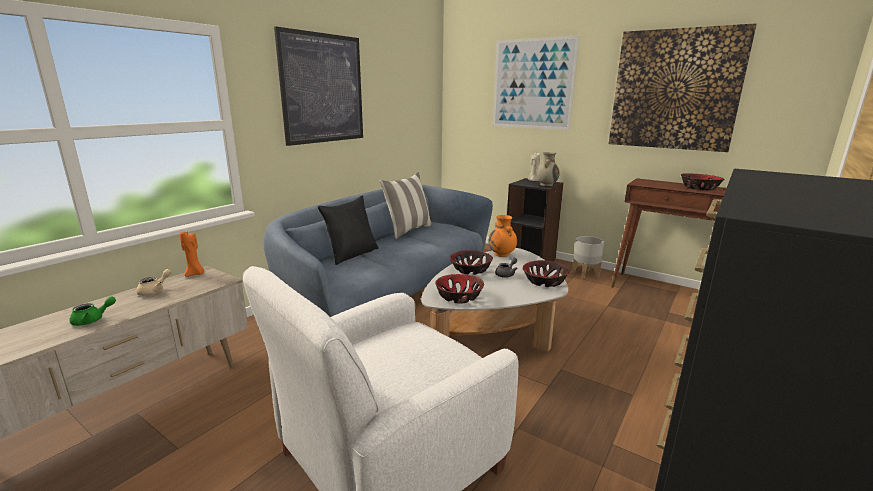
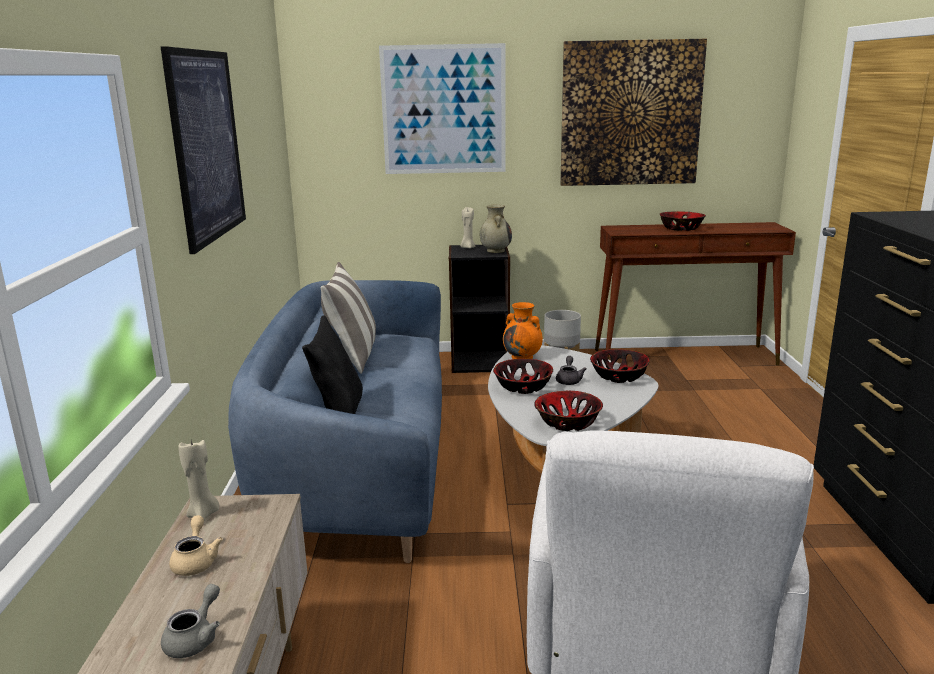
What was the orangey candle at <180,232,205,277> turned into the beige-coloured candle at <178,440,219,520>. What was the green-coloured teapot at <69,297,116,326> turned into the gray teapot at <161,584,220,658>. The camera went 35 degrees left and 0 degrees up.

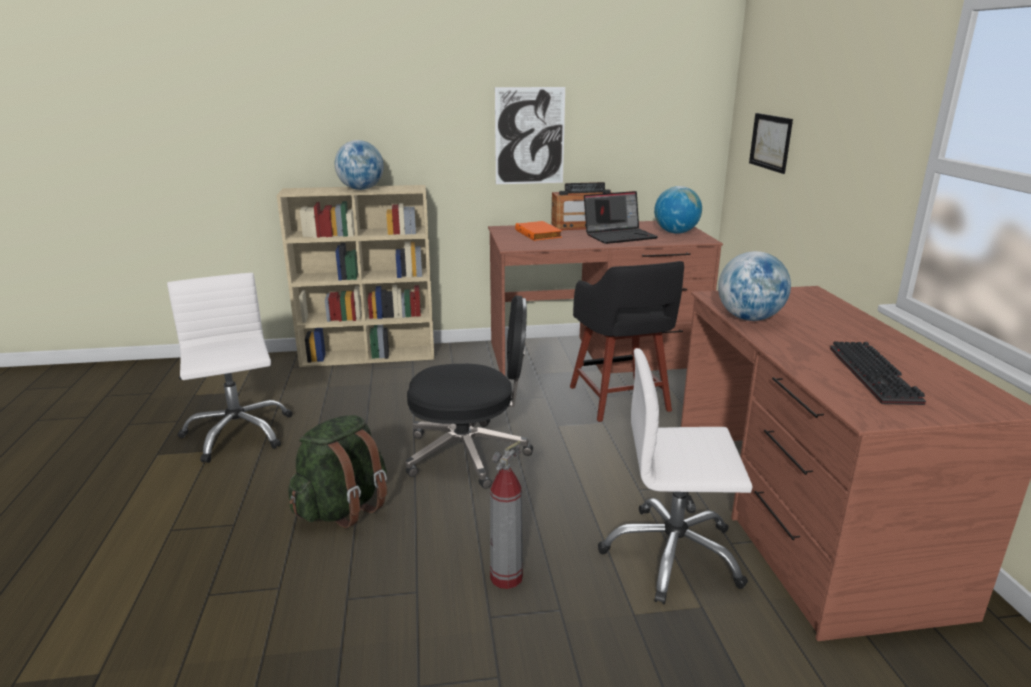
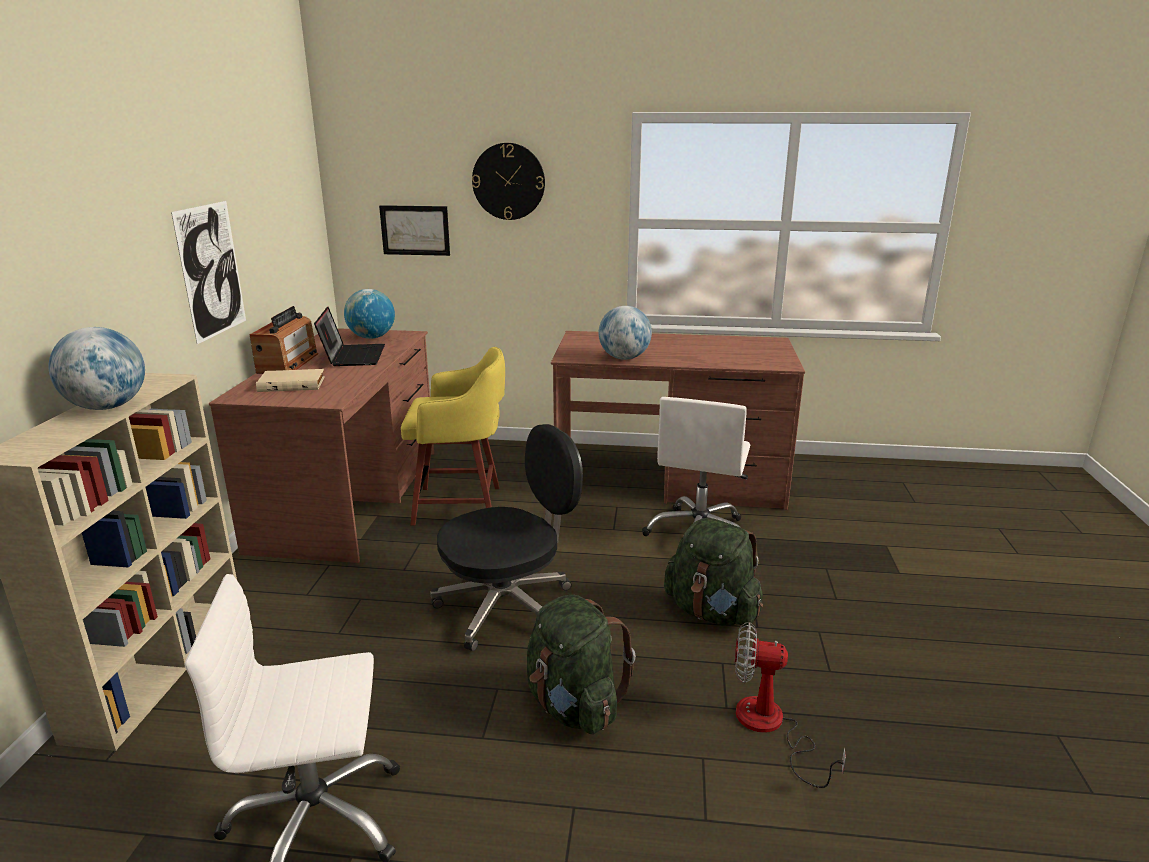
What was the orangey bound book at <515,221,562,241> turned into the beige-coloured bound book at <256,369,325,392>. What was the black-coloured sitting stool at <570,261,684,422> turned into the yellow-coloured sitting stool at <401,347,505,526>. The black-coloured computer chair at <406,296,533,489> ended up facing another way, 45 degrees clockwise from before. The second view lost the keyboard at <830,341,926,405>. Where the fire extinguisher stood at <490,441,523,589>, the green-coloured knapsack came to stand at <664,518,763,626>. The second view gained the wall clock at <472,143,545,220>. The second view gained the cooling fan at <735,622,846,788>. The camera went 75 degrees left and 0 degrees up.

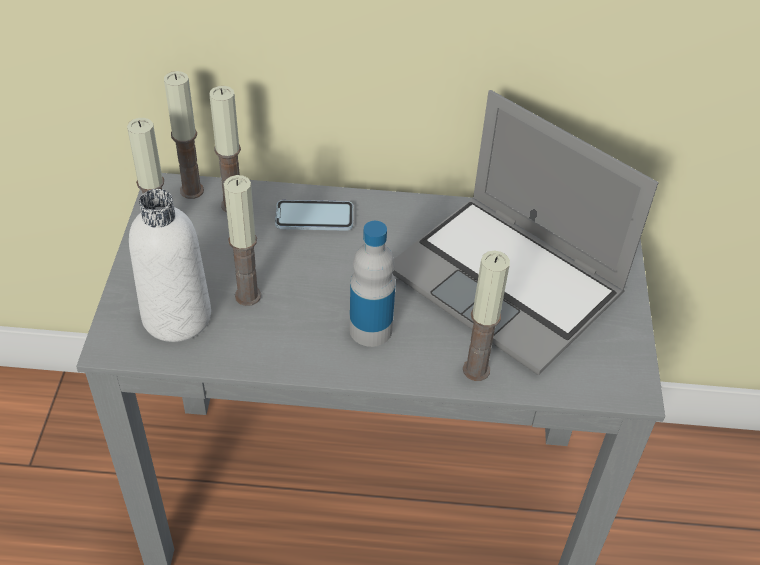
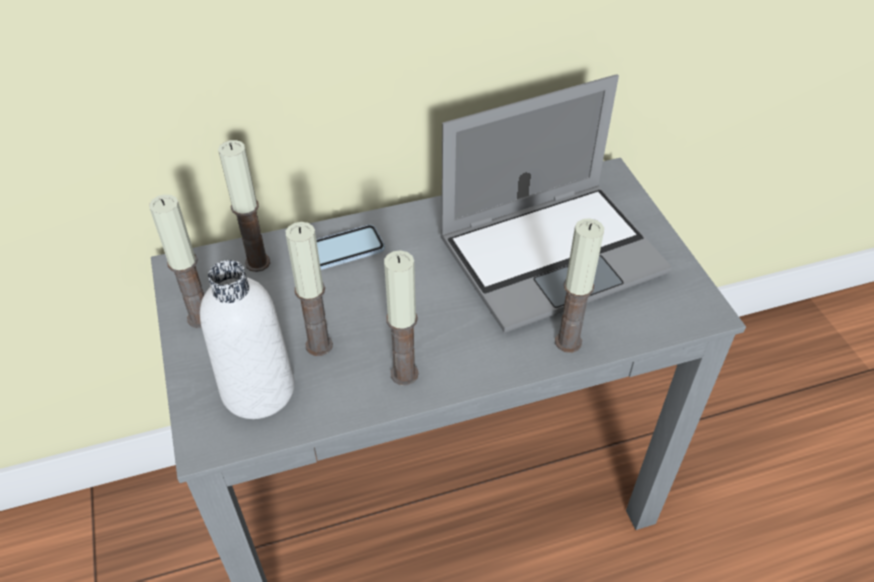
The candle ended up elsewhere, having gone from <164,71,204,199> to <384,250,419,385>. The notebook computer at <392,90,659,375> ended up facing another way, 45 degrees counterclockwise from before. The second view lost the bottle at <349,221,396,347>. The camera went 20 degrees left and 0 degrees up.

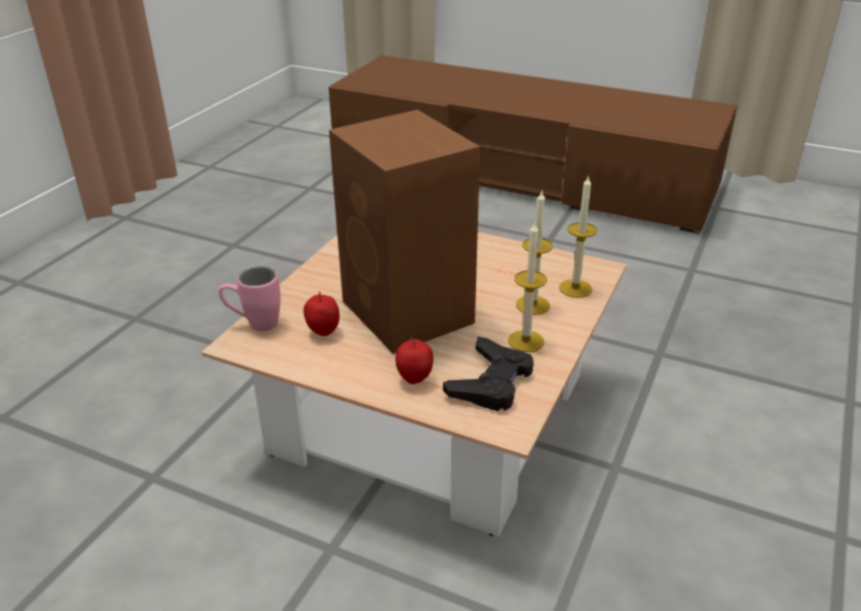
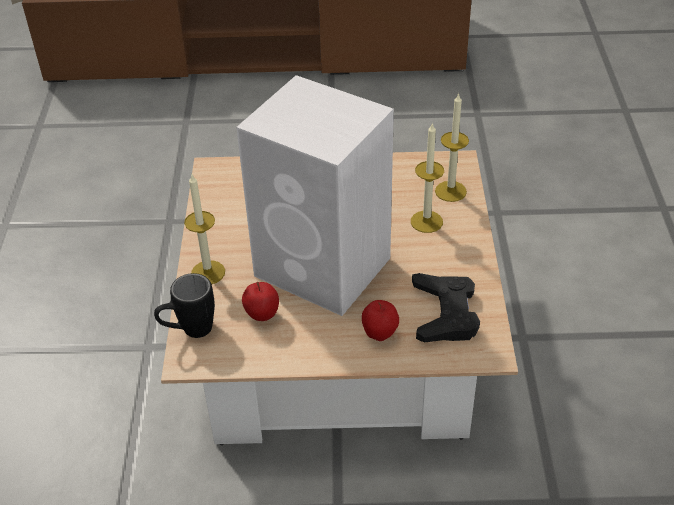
What was the brownish speaker at <329,110,480,354> turned into the whitish speaker at <236,75,394,316>. The candle ended up elsewhere, having gone from <508,222,547,352> to <184,175,225,284>. What was the pink coffee mug at <219,266,281,331> turned into the black-coloured coffee mug at <154,273,215,338>. The camera went 25 degrees left and 10 degrees up.

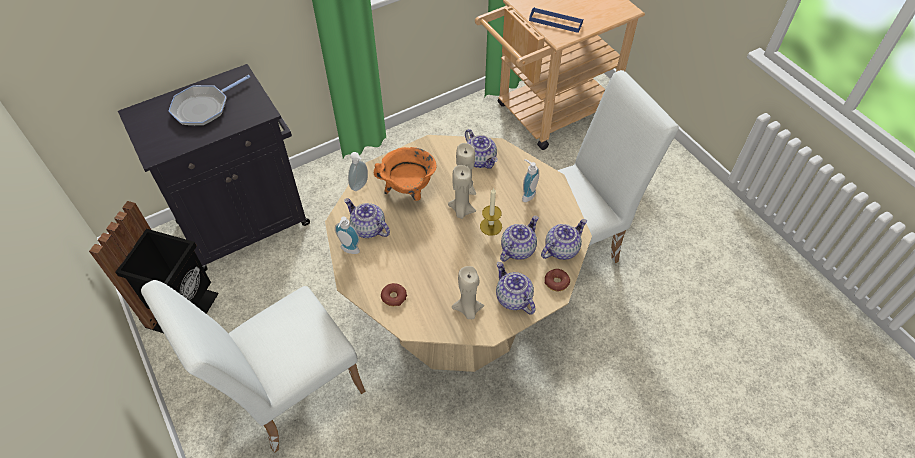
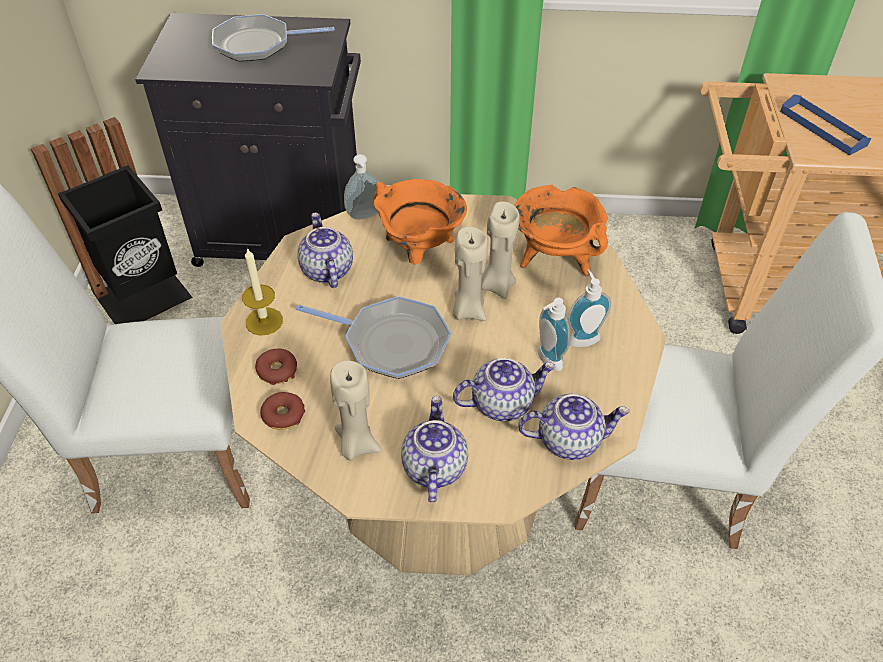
Where the teapot stood at <465,129,498,169>, the orangey saucepot came to stand at <514,185,608,277>. The candle ended up elsewhere, having gone from <480,187,502,236> to <242,247,283,336>. The soap bottle ended up elsewhere, having gone from <335,216,360,254> to <537,298,570,371>. The donut ended up elsewhere, having gone from <544,269,570,292> to <260,392,305,430>. The second view gained the skillet at <296,296,451,379>. The camera went 35 degrees right and 5 degrees down.

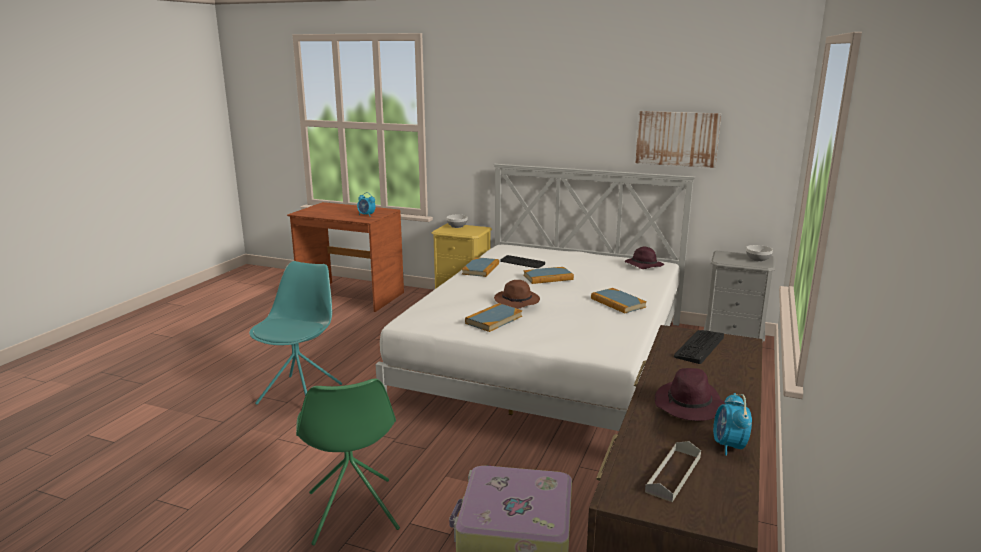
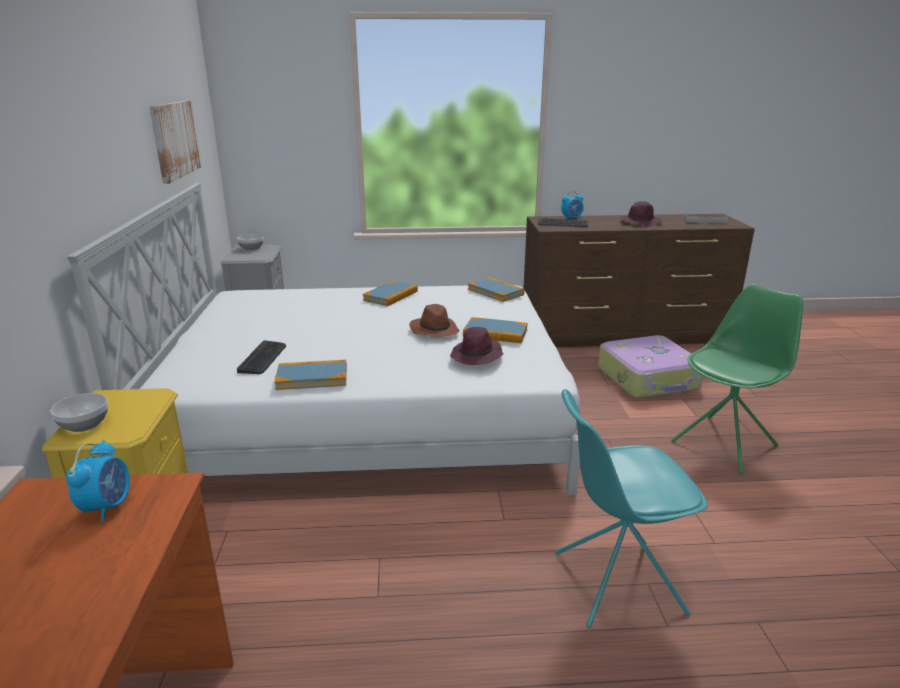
The purple-coloured hat ended up elsewhere, having gone from <625,247,664,269> to <450,327,504,365>. The bound book ended up elsewhere, having gone from <523,267,574,284> to <468,277,525,302>. The alarm clock ended up elsewhere, having gone from <713,393,752,456> to <561,191,584,219>. The camera went 115 degrees left and 5 degrees up.

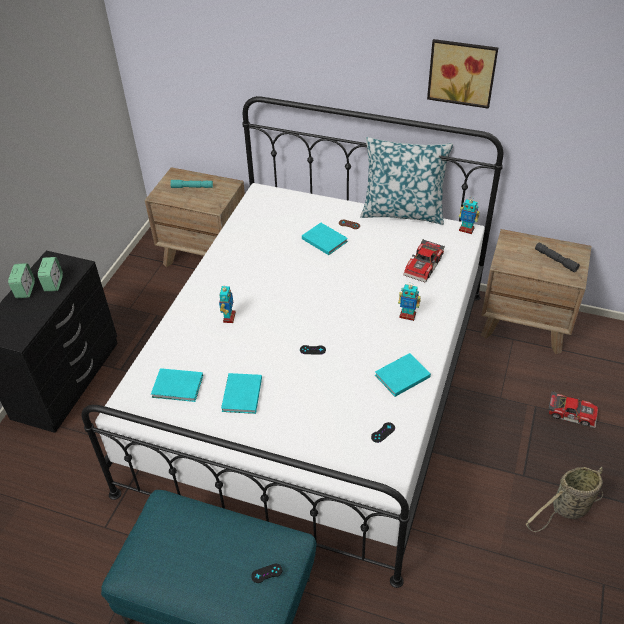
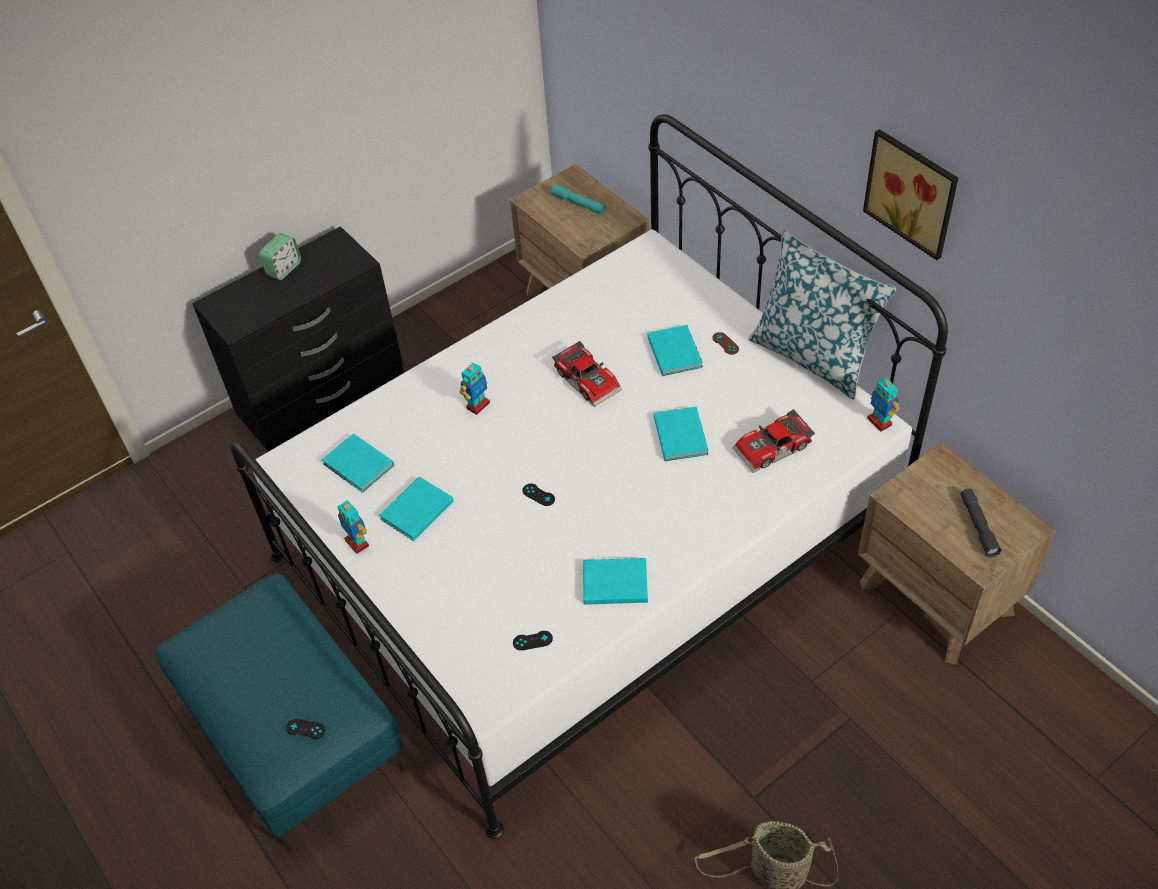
The second view lost the alarm clock at <38,257,63,292>. The model robot ended up elsewhere, having gone from <398,282,421,321> to <338,500,369,554>. The model car ended up elsewhere, having gone from <549,391,598,428> to <552,341,622,407>. The second view gained the turquoise bound book at <654,407,708,461>. The camera went 35 degrees right and 5 degrees up.

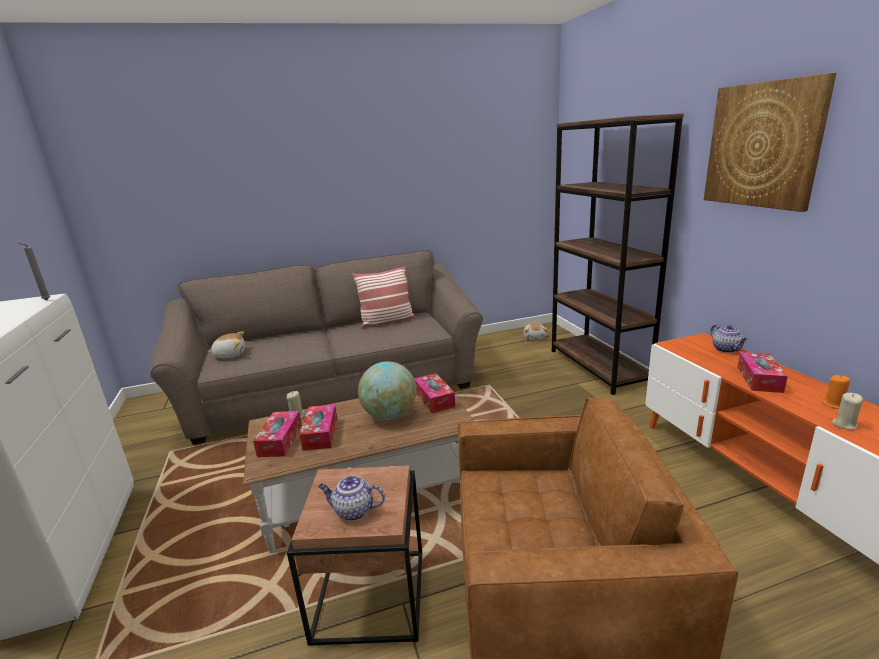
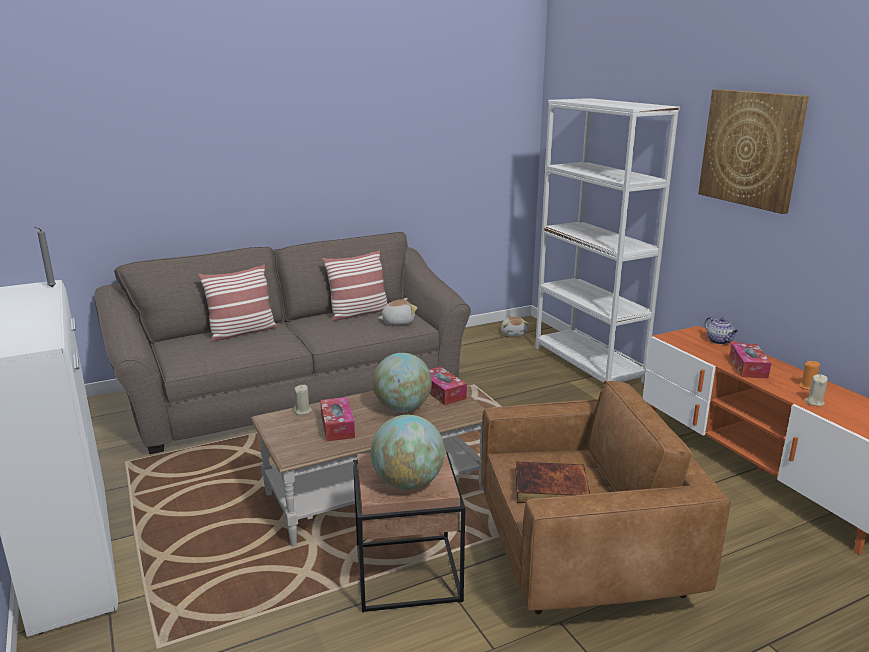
What was the brownish shelving unit at <552,113,684,395> turned into the whitish shelving unit at <535,98,680,383>. The plush toy ended up elsewhere, having gone from <208,331,245,358> to <378,298,417,325>. The second view lost the tissue box at <253,411,302,457>. Where the teapot stood at <318,476,385,521>, the desk globe came to stand at <371,415,445,490>. The second view gained the cushion at <198,265,278,342>. The second view gained the bound book at <516,462,590,503>. The camera went 10 degrees left and 0 degrees up.

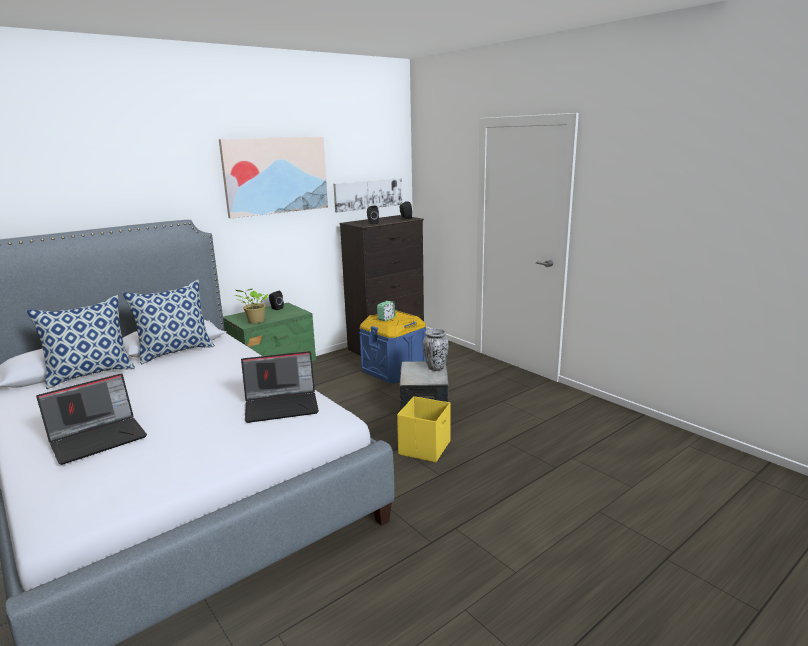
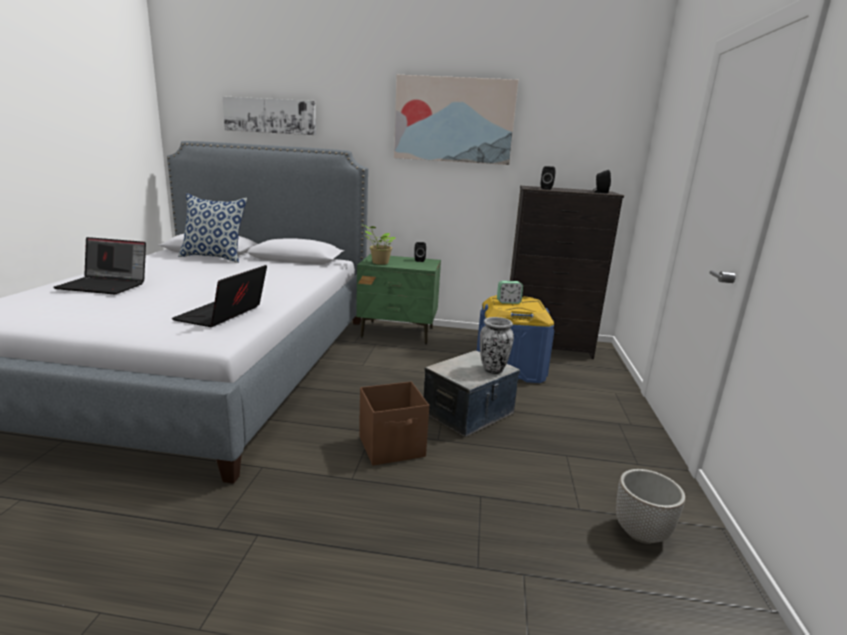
The wall picture ended up elsewhere, having gone from <333,178,402,212> to <222,96,316,135>. The second view lost the cushion at <122,280,215,365>. The notebook computer at <241,351,319,423> ended up facing another way, 75 degrees clockwise from before. What was the yellow-coloured storage box at <397,396,451,462> turned into the brownish storage box at <359,381,429,466>. The second view gained the planter at <616,469,685,544>. The camera went 45 degrees right and 0 degrees up.

